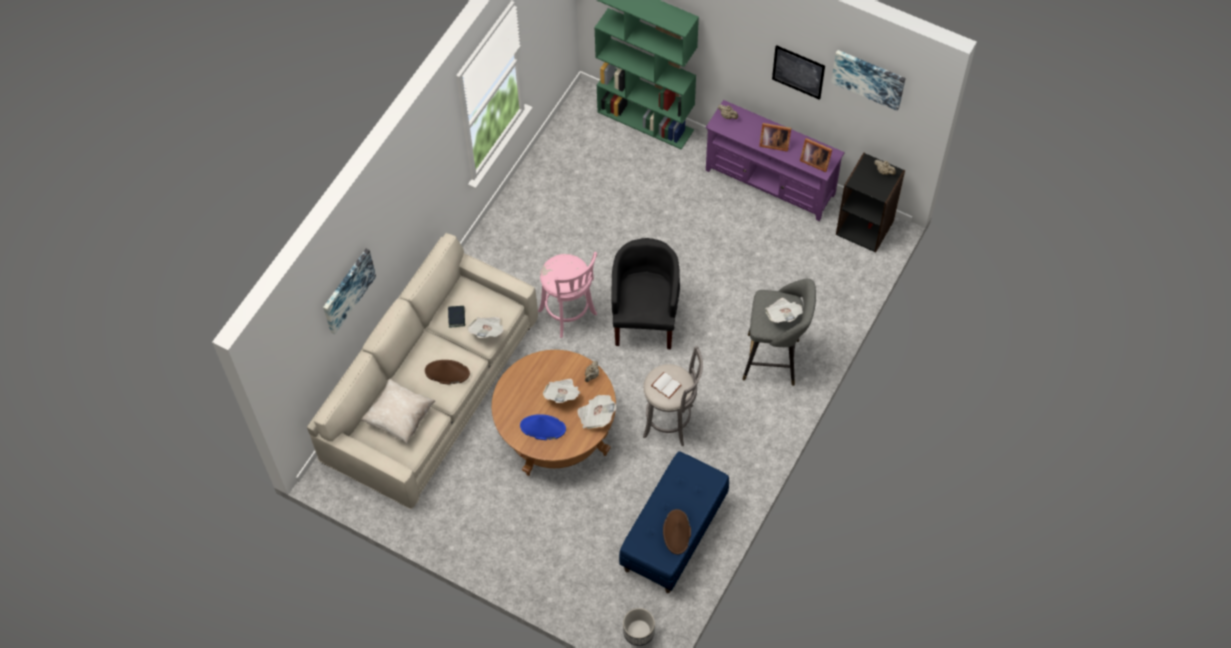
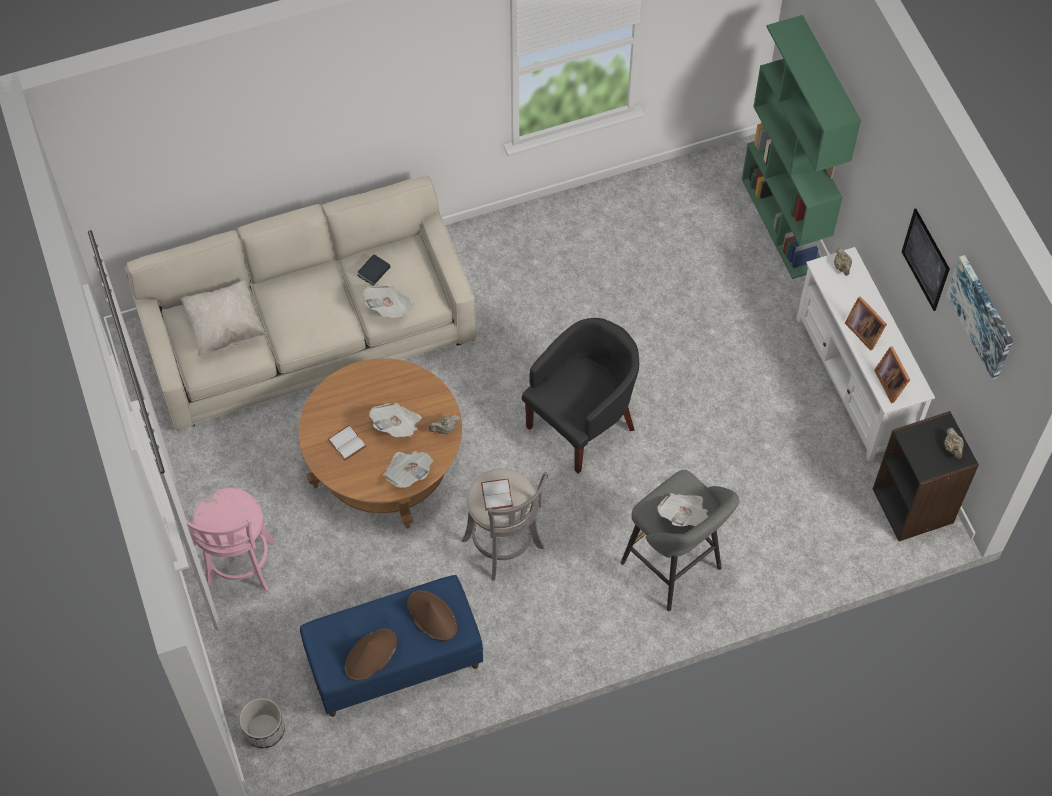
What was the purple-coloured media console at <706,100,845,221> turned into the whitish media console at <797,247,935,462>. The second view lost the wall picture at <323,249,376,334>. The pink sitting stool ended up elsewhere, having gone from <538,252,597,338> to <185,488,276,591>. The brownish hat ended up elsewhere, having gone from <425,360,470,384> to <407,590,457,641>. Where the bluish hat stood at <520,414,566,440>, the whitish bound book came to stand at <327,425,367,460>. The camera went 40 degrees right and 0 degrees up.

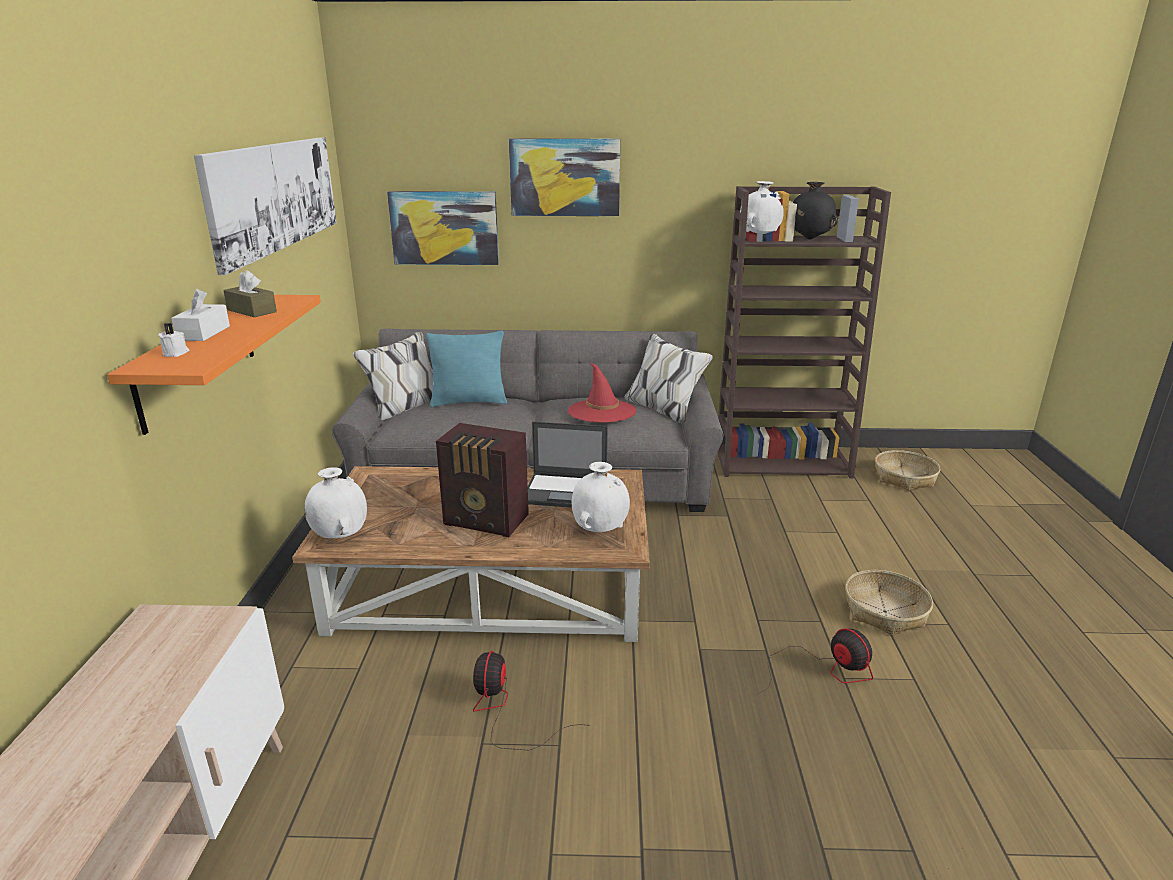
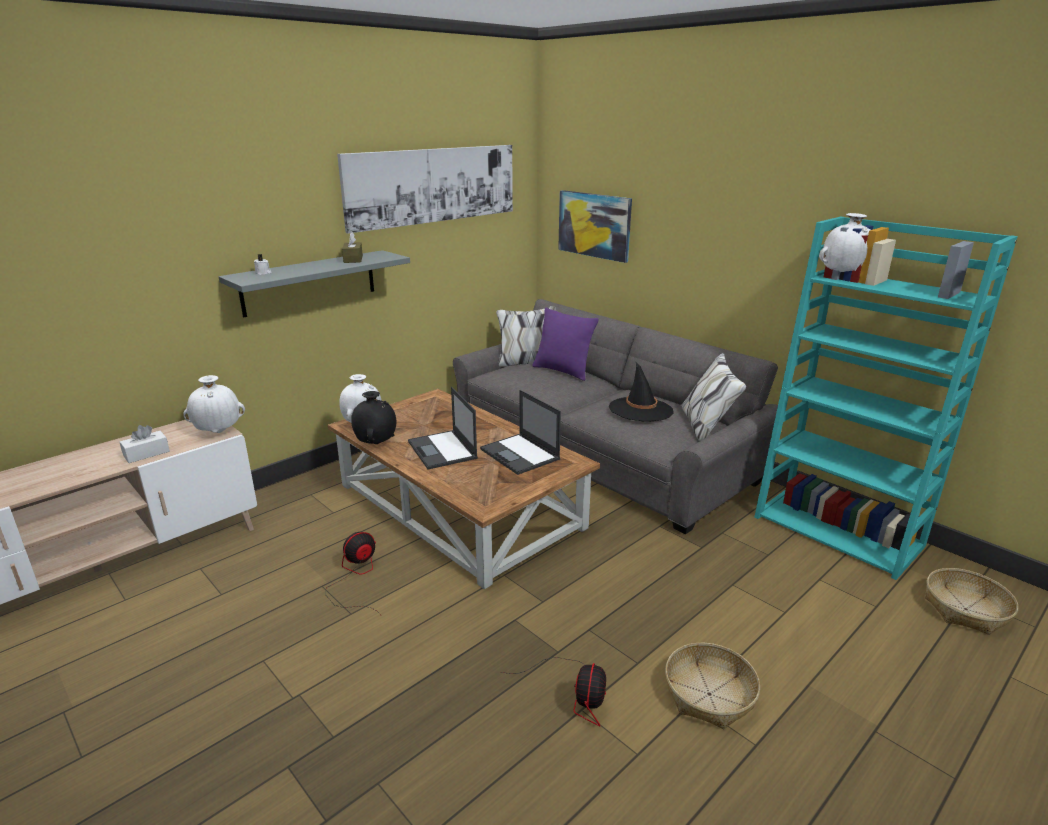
The second view lost the wall picture at <509,138,620,216>. The black-coloured flower vase ended up elsewhere, having gone from <793,182,838,239> to <351,391,396,444>. What was the brownish shelving unit at <717,186,891,479> turned into the turquoise shelving unit at <754,217,1018,580>. The whitish tissue box ended up elsewhere, having gone from <171,289,230,341> to <120,425,170,463>. What was the orangey bracket shelf at <107,295,321,435> turned into the gray bracket shelf at <219,250,410,317>. What was the turquoise cushion at <426,331,507,407> turned into the purple-coloured cushion at <533,307,599,381>. What was the reddish hat at <568,362,637,423> turned into the black-coloured hat at <609,362,674,422>. Where the radio receiver stood at <436,423,529,537>, the notebook computer came to stand at <408,387,478,469>. The whitish flower vase ended up elsewhere, having gone from <572,462,630,532> to <183,375,245,433>. The camera went 45 degrees right and 0 degrees up.

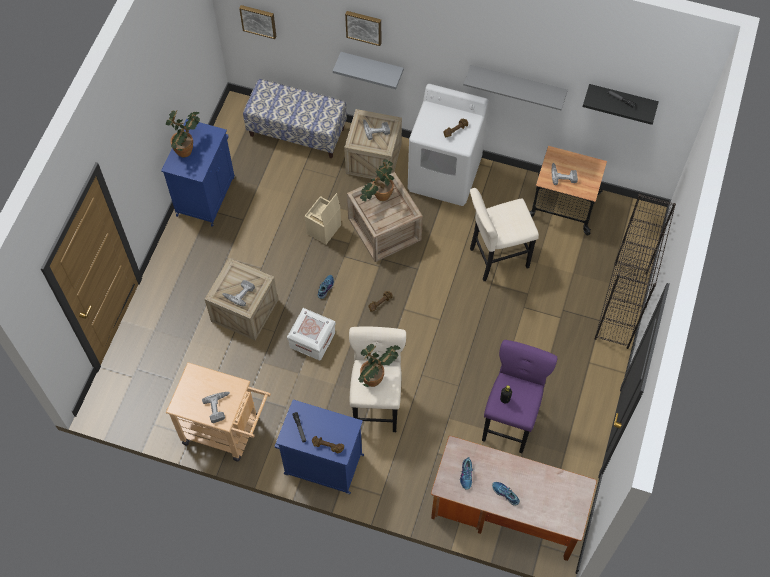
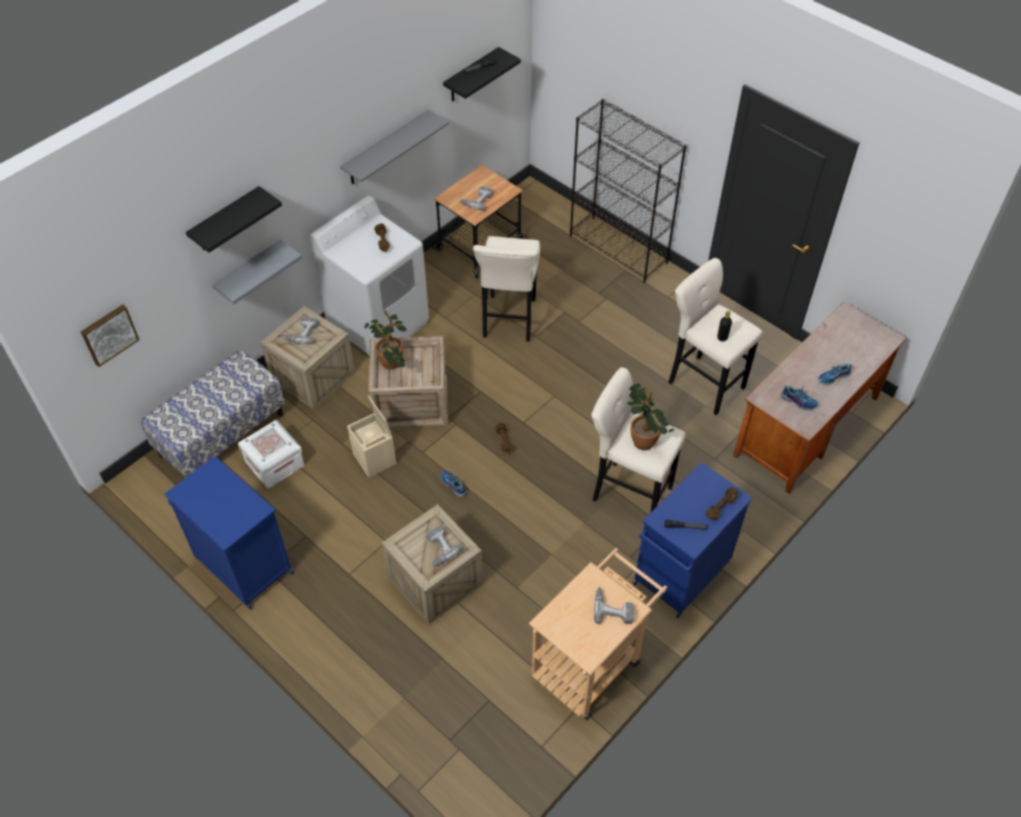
Where the wall picture hung at <345,11,381,46>, the black-coloured bracket shelf came to hang at <186,186,282,253>. The second view lost the plant in a pot at <166,110,200,157>. The whitish storage box ended up elsewhere, having gone from <287,308,336,361> to <238,420,304,488>. What was the purple-coloured sitting stool at <482,340,557,453> turned into the beige-coloured sitting stool at <668,258,763,415>. The camera went 65 degrees left and 10 degrees down.

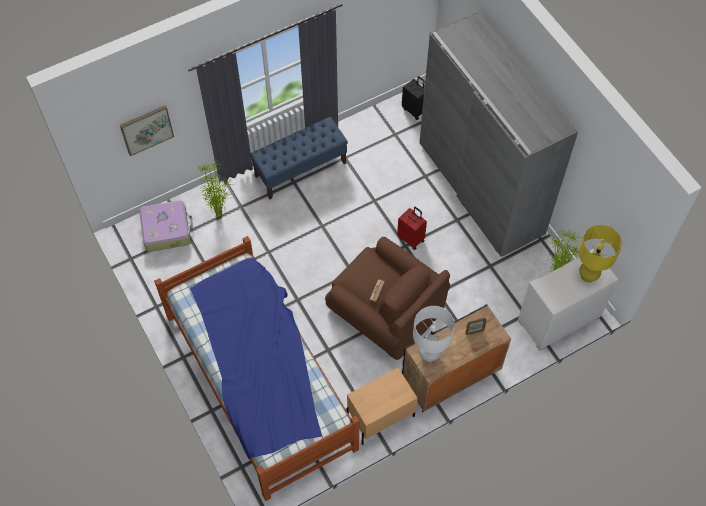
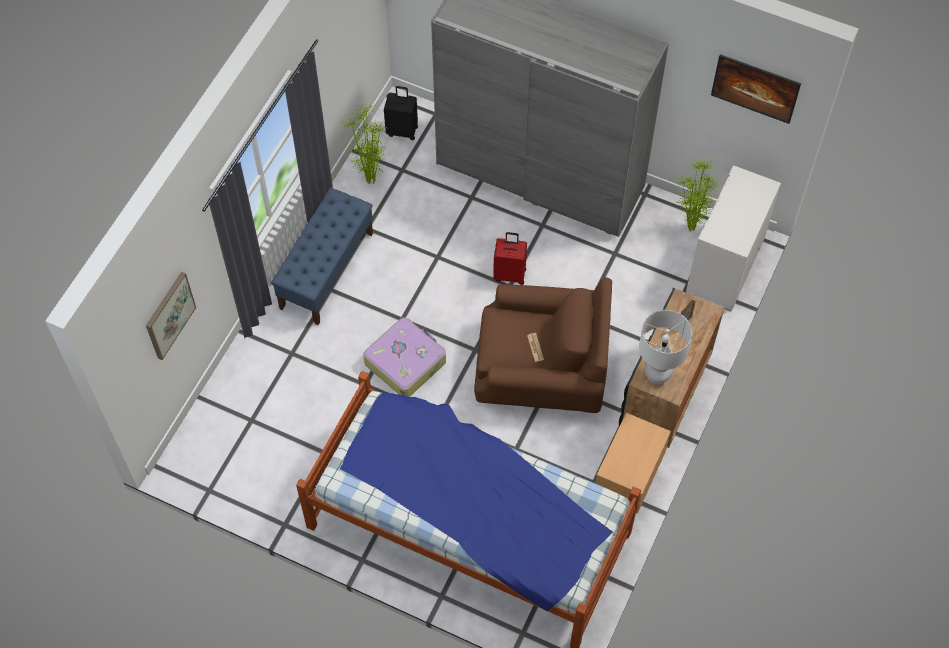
The plant in a pot ended up elsewhere, having gone from <196,159,232,218> to <341,102,387,184>. The suitcase ended up elsewhere, having gone from <139,200,192,252> to <363,317,446,397>. The second view lost the yellow-coloured lamp for a table at <578,225,622,283>. The second view gained the wall picture at <711,54,801,124>. The camera went 35 degrees left and 0 degrees up.

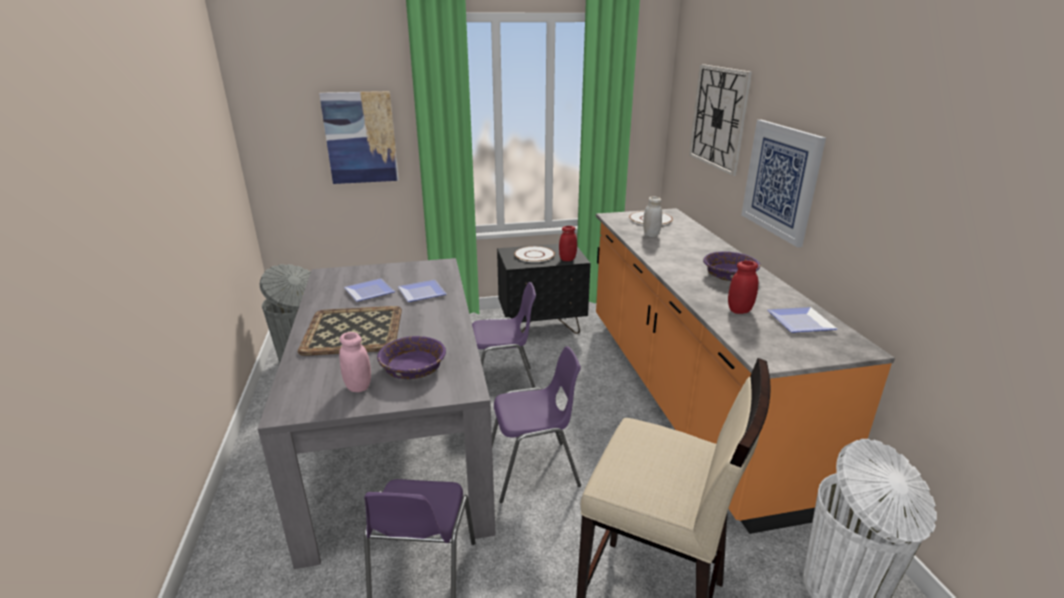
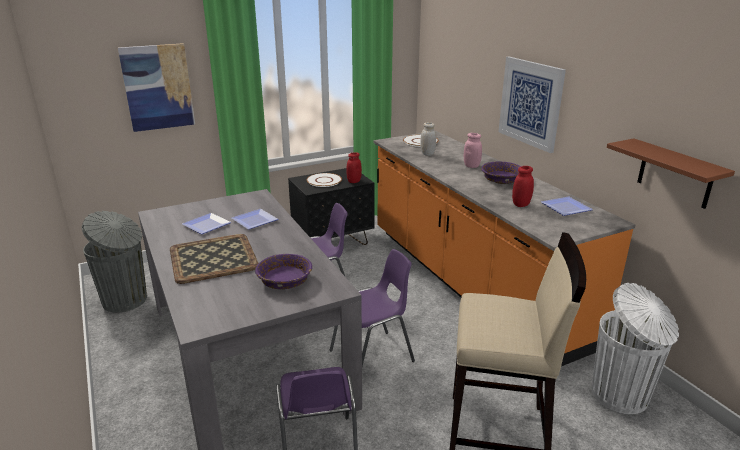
The second view lost the wall clock at <689,64,752,176>. The pink preserve jar ended up elsewhere, having gone from <339,332,371,392> to <464,133,482,168>. The second view gained the brownish bracket shelf at <607,138,735,209>. The camera went 15 degrees left and 0 degrees up.

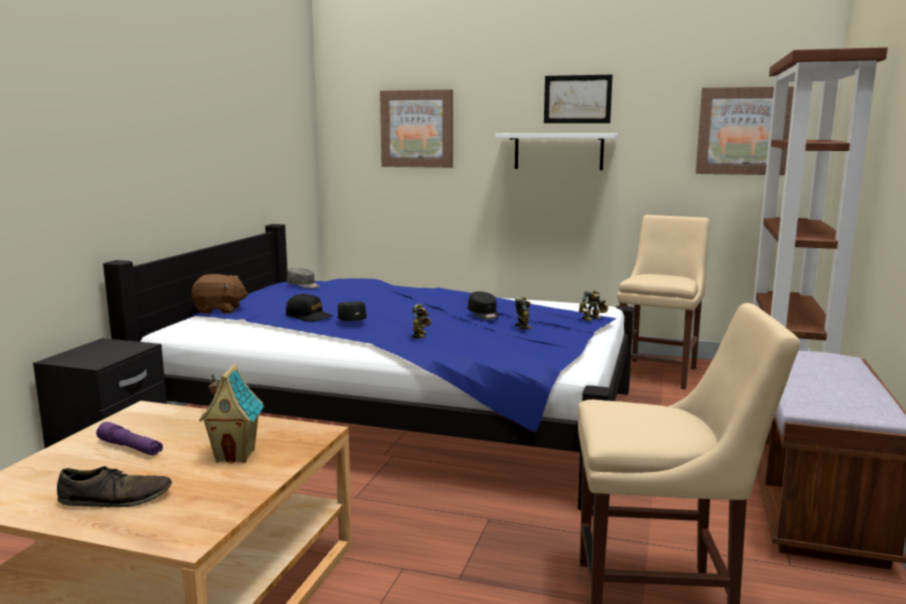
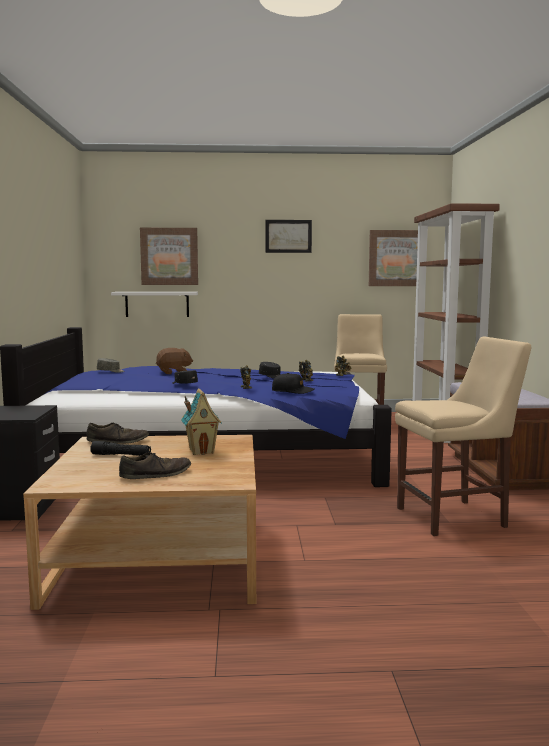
The whitish bracket shelf ended up elsewhere, having gone from <495,133,618,170> to <111,292,198,317>. The brownish plush toy ended up elsewhere, having gone from <191,274,248,314> to <156,348,193,374>. The black-coloured cap ended up elsewhere, having gone from <286,294,332,322> to <272,373,314,394>. What was the purple-coloured hand torch at <96,422,163,456> turned into the black-coloured hand torch at <90,441,151,456>. The second view gained the brownish item of footwear at <86,422,149,444>. The camera went 20 degrees left and 5 degrees down.

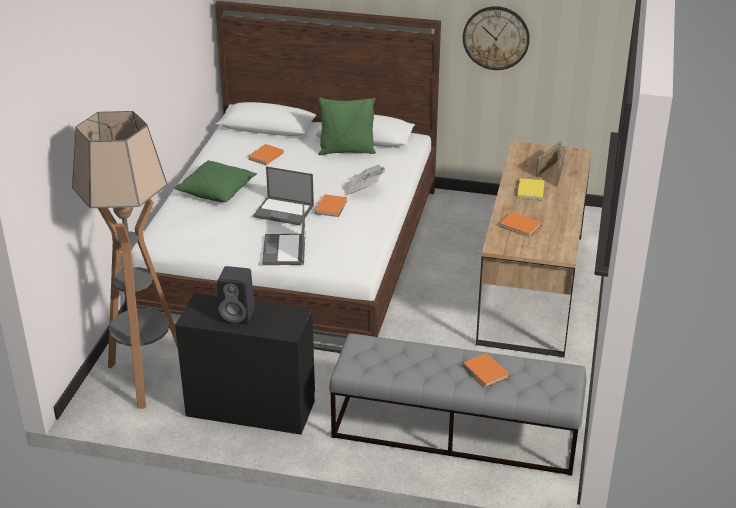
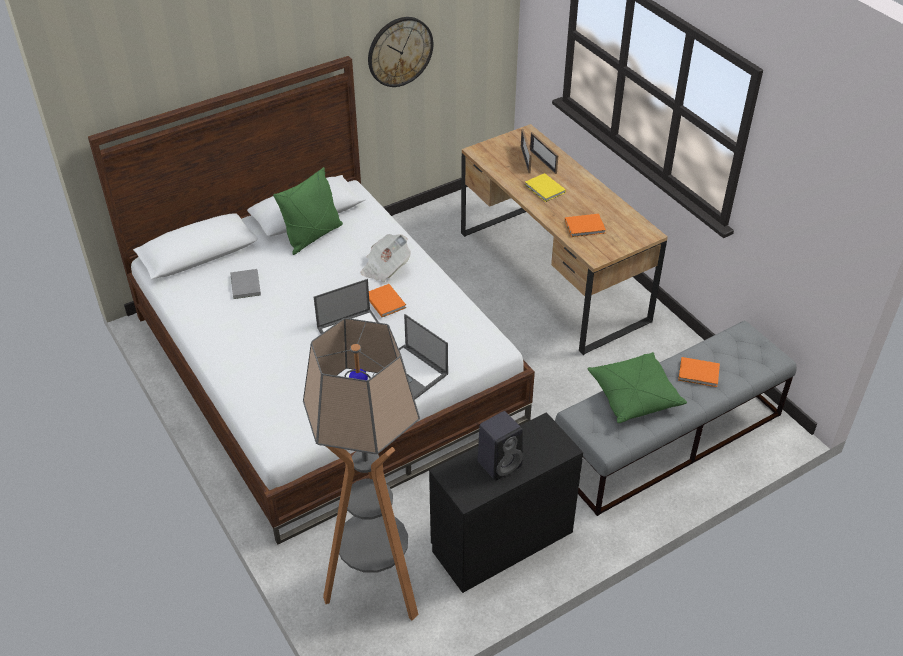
What was the orangey bound book at <248,144,284,165> turned into the gray bound book at <230,269,261,299>. The green-coloured cushion ended up elsewhere, having gone from <174,160,257,202> to <587,352,687,423>. The camera went 45 degrees left and 10 degrees up.

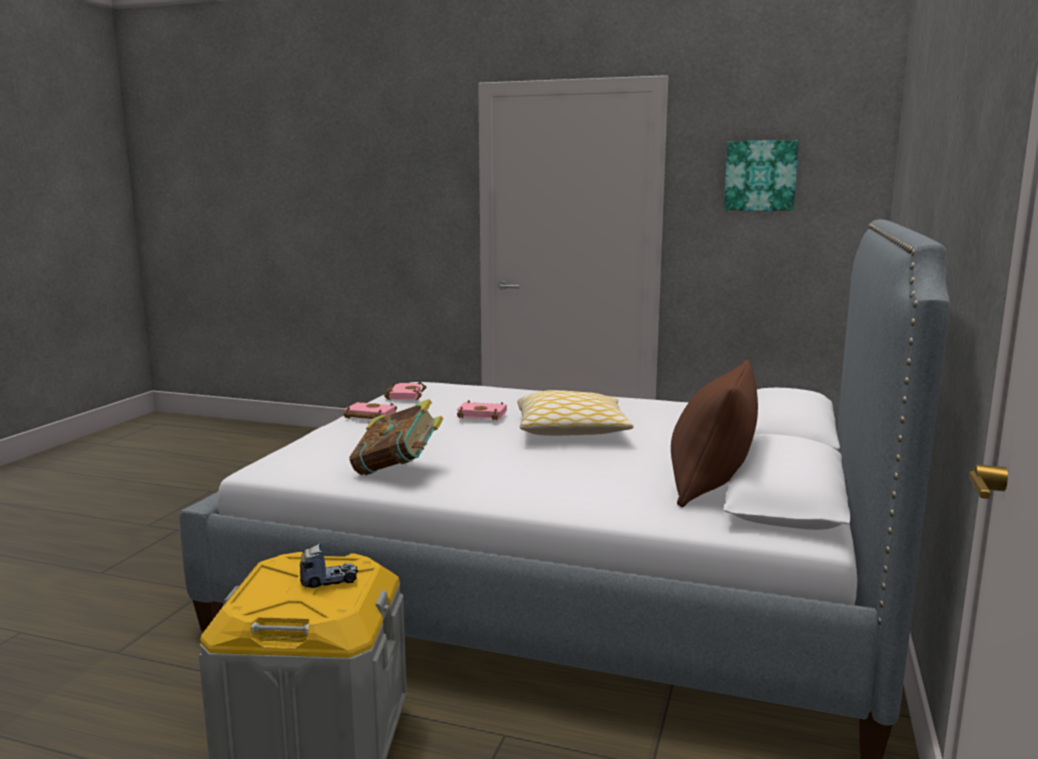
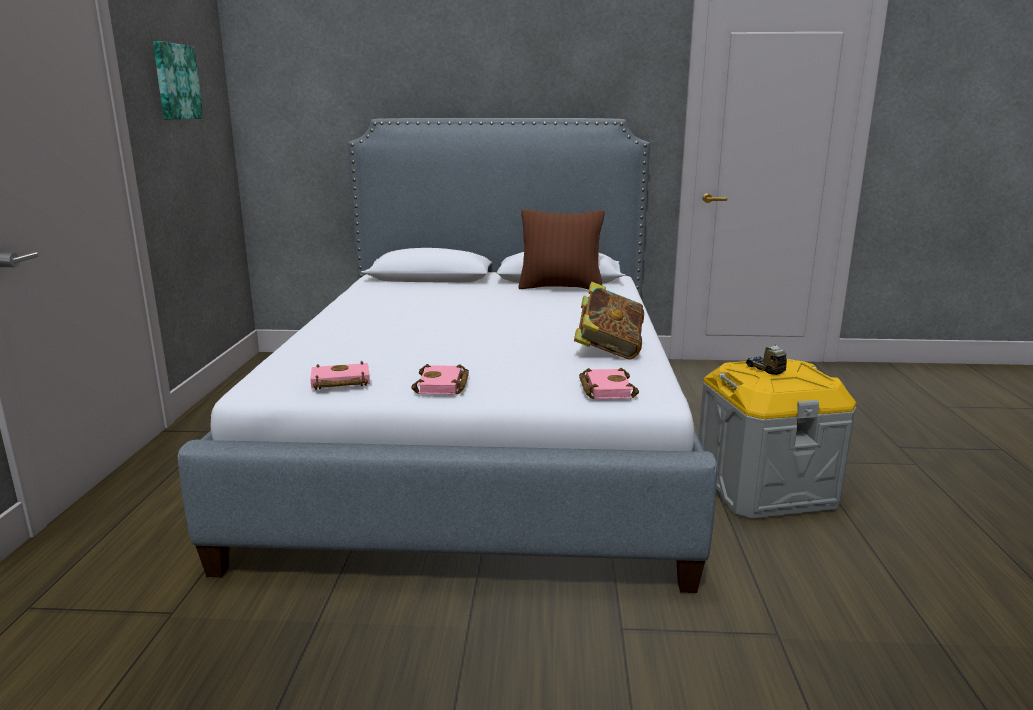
The second view lost the cushion at <517,390,633,436>. The pink bound book ended up elsewhere, having gone from <457,400,507,420> to <579,368,639,399>. The camera went 105 degrees left and 5 degrees up.

